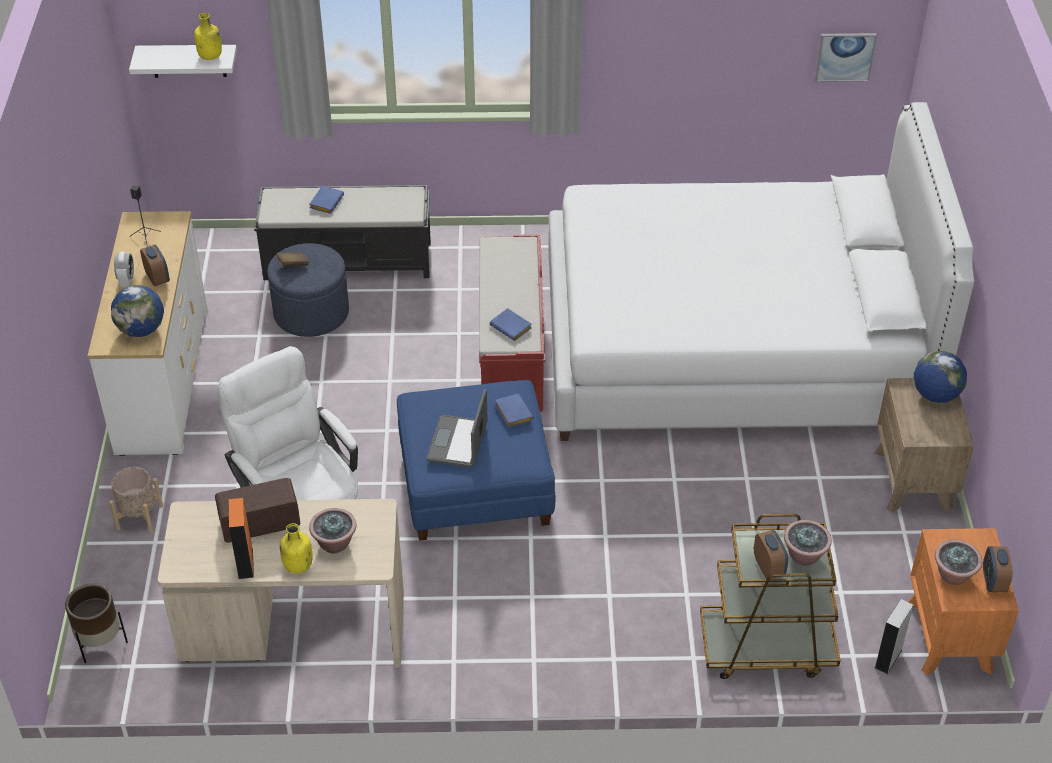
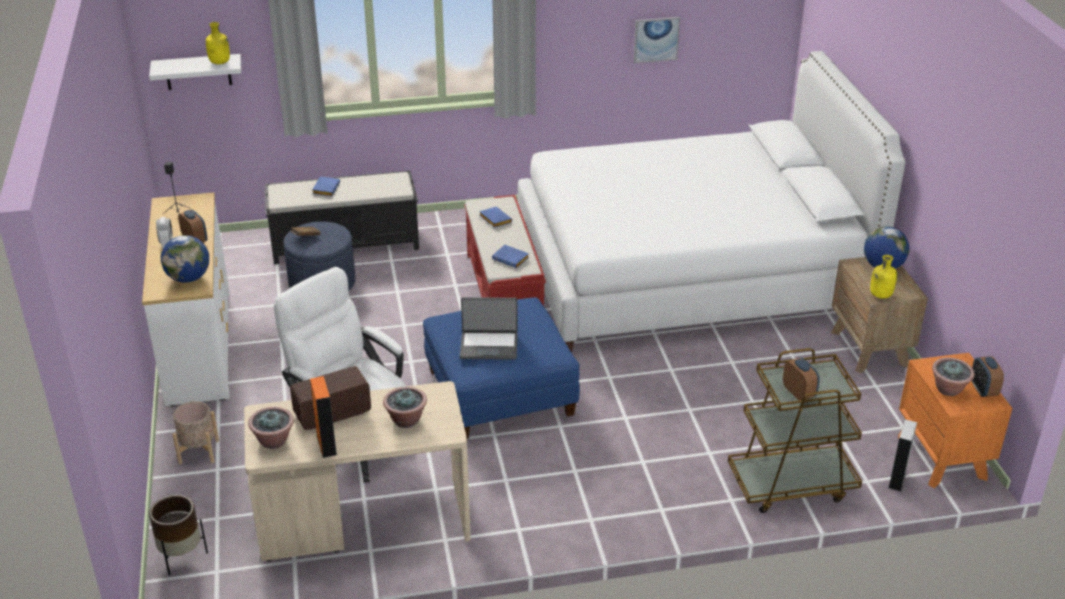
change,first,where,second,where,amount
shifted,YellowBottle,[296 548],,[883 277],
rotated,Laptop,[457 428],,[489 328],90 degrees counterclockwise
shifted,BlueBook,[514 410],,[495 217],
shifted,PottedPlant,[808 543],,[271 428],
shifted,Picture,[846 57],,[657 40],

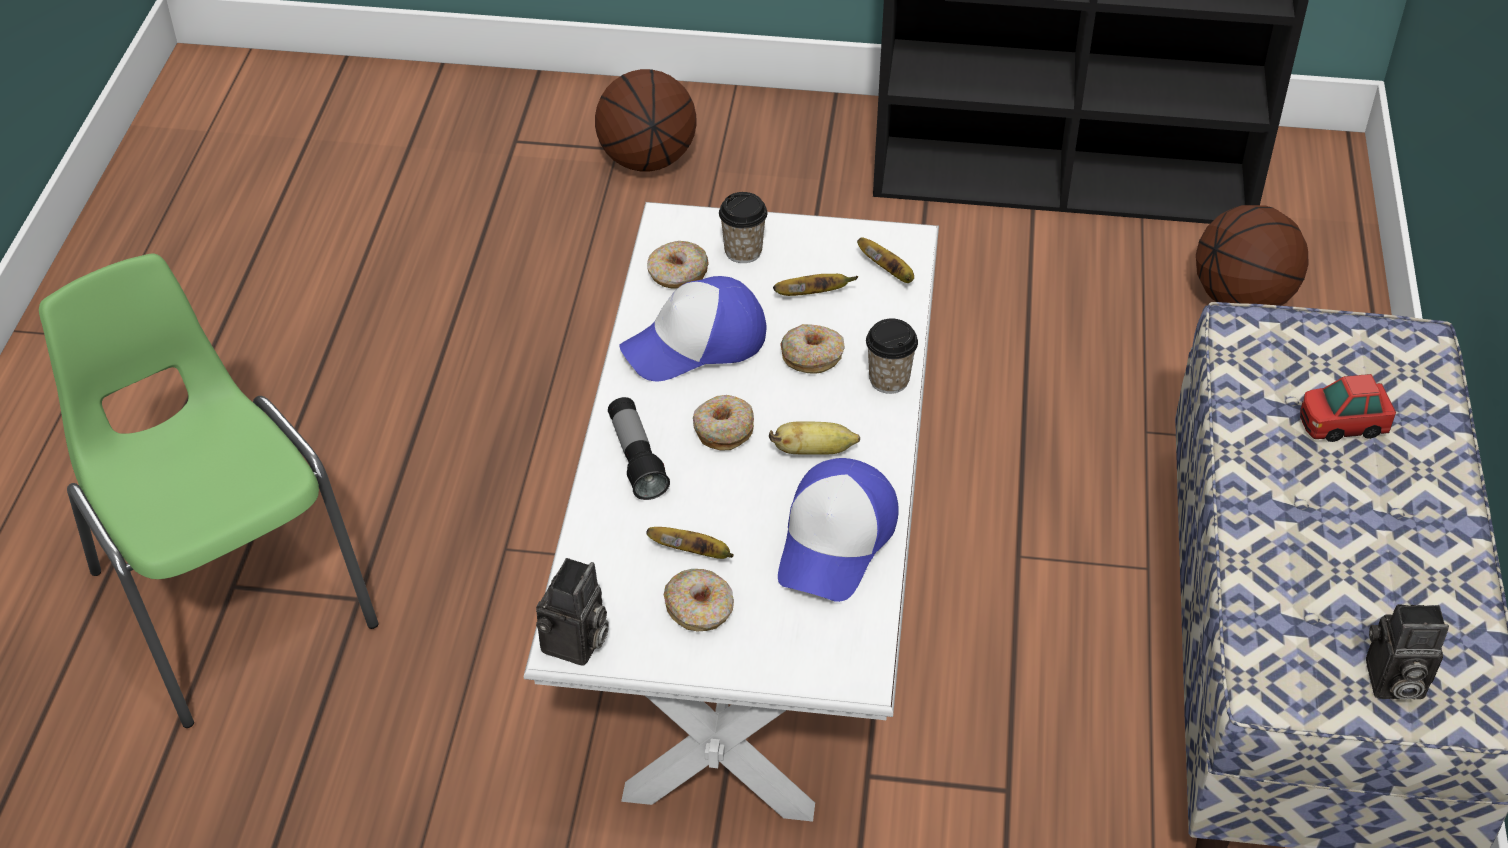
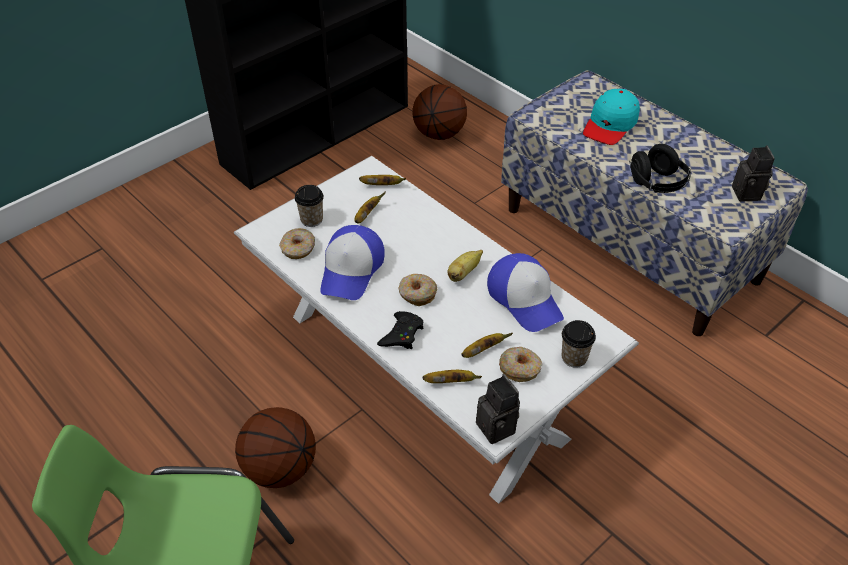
change,first,where,second,where,amount
shifted,Basketball,[645 120],,[275 447],
swapped,Flashlight,[639 448],BlackGameController,[400 330],
gone,Donut,[812 349],,,
shifted,Cup,[892 356],,[579 344],
swapped,ToyCar,[1348 408],TurquoiseCap,[611 117],
rotated,PhotoCamera,[1407 652],,[753 173],45 degrees counterclockwise
new,,,Banana,[452 376],
new,,,BlackHeadphones,[660 168],

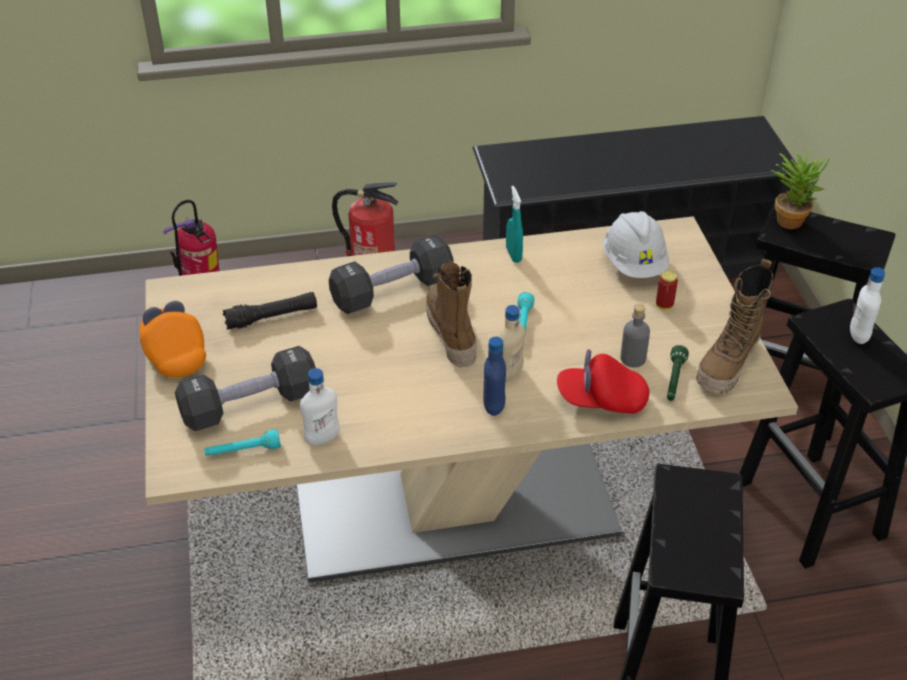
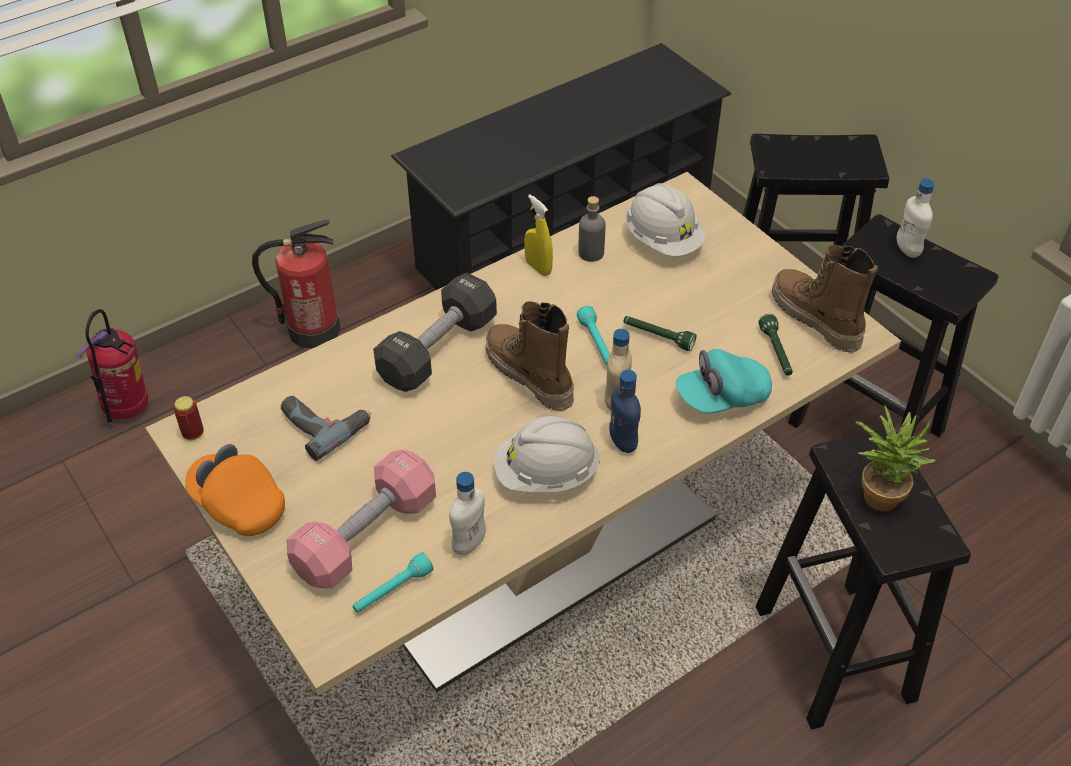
change,first,where,second,where,amount
repainted,BlackDumbbell,[245 388],PinkDumbbell,[361 518],
swapped,BlackFlashlight,[270 311],PowerDrill,[326 428],
repainted,TurquoiseSprayBottle,[514 224],YellowSprayBottle,[538 235],
repainted,RedCap,[603 381],TurquoiseCap,[724 381],
shifted,GreyBottle,[635 336],,[592 229],
shifted,Can,[667 290],,[189 418],
rotated,Boot,[734 326],,[825 298],135 degrees clockwise
shifted,PottedPlant,[800 189],,[895 458],
new,,,WhiteHardHat,[547 454],
new,,,GreenFlashlight,[660 333],

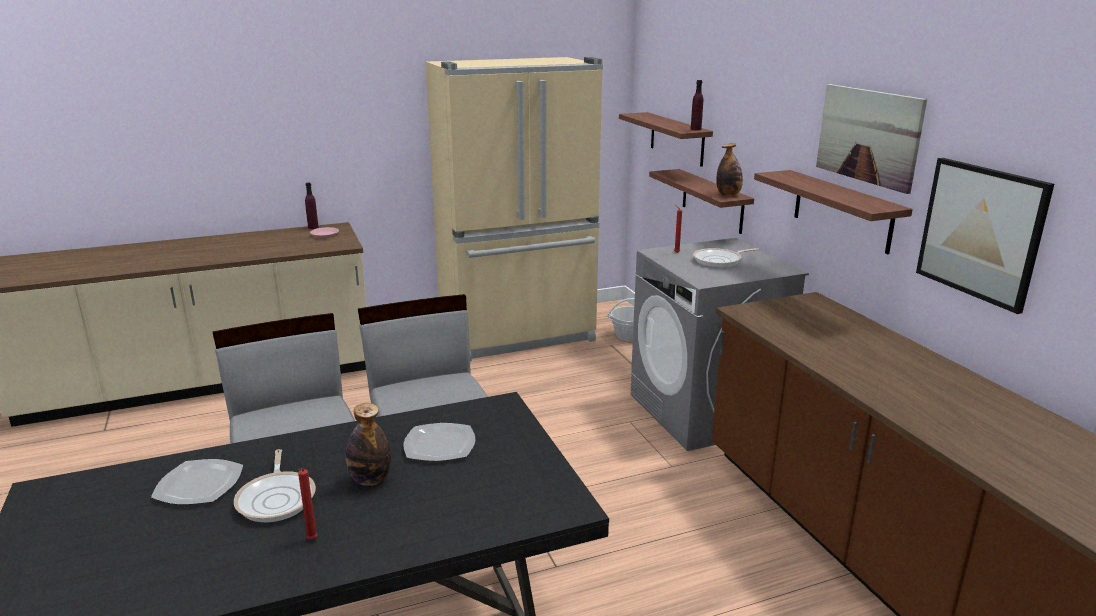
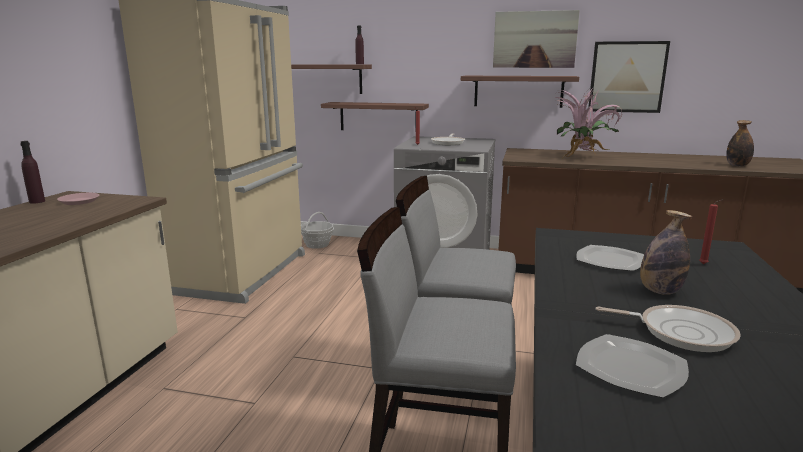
change,first,where,second,where,amount
shifted,RedCandle,[308 504],,[711 231],
shifted,Bottle,[729 169],,[740 143],
new,,,PottedPlant,[588 123],

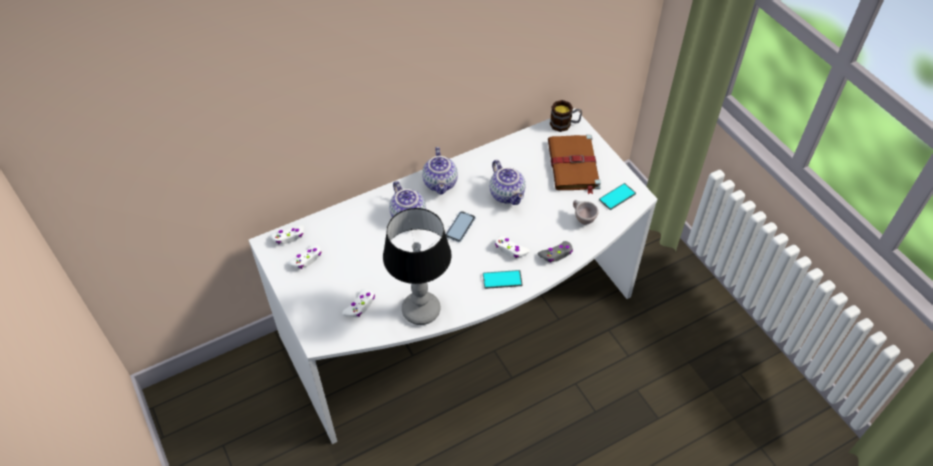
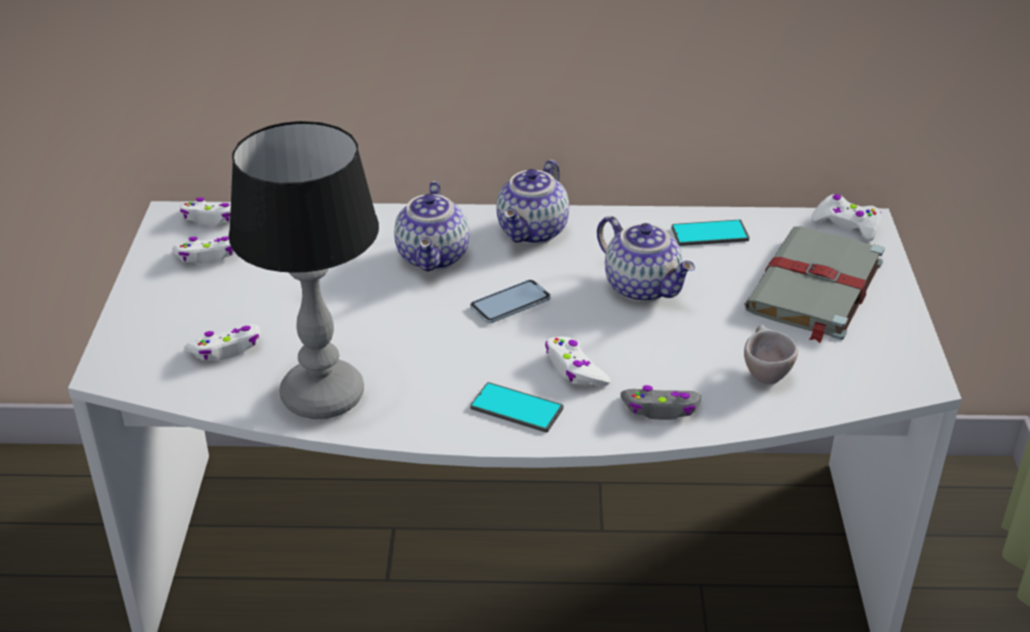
change,first,where,second,where,amount
rotated,Teapot,[508 182],,[646 259],45 degrees counterclockwise
repainted,BrownBook,[574 164],GreyBook,[814 284],
swapped,Mug,[566 116],WhiteGameController,[846 217],
shifted,Phone,[617 196],,[710 233],

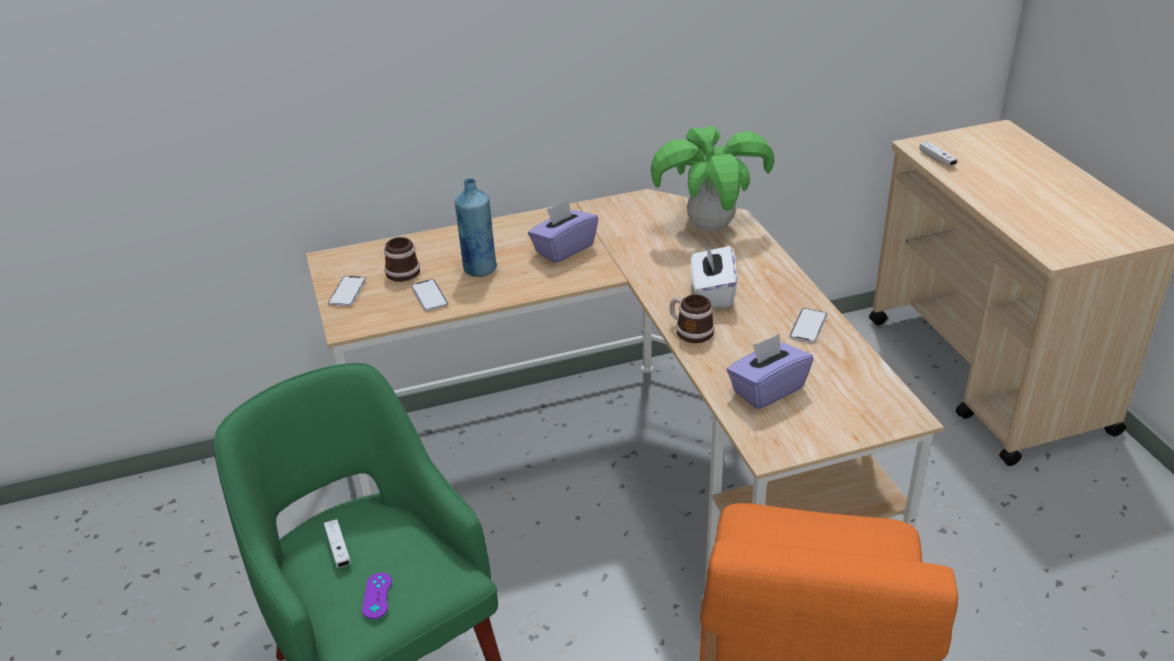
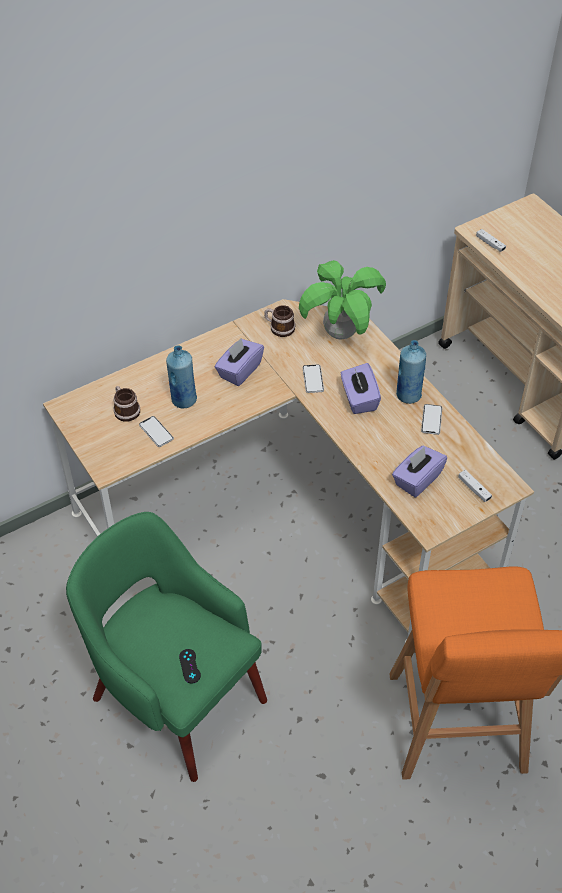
change,first,where,second,where,amount
shifted,WhiteGameController,[337 543],,[475 486],
shifted,Phone,[347 291],,[313 378],
repainted,PurpleGameController,[377 596],BlackGameController,[190 666],
shifted,Mug,[692 318],,[279 321],
repainted,WhiteTissueBox,[714 275],PurpleTissueBox,[361 388],
new,,,BlueBottle,[411 372],

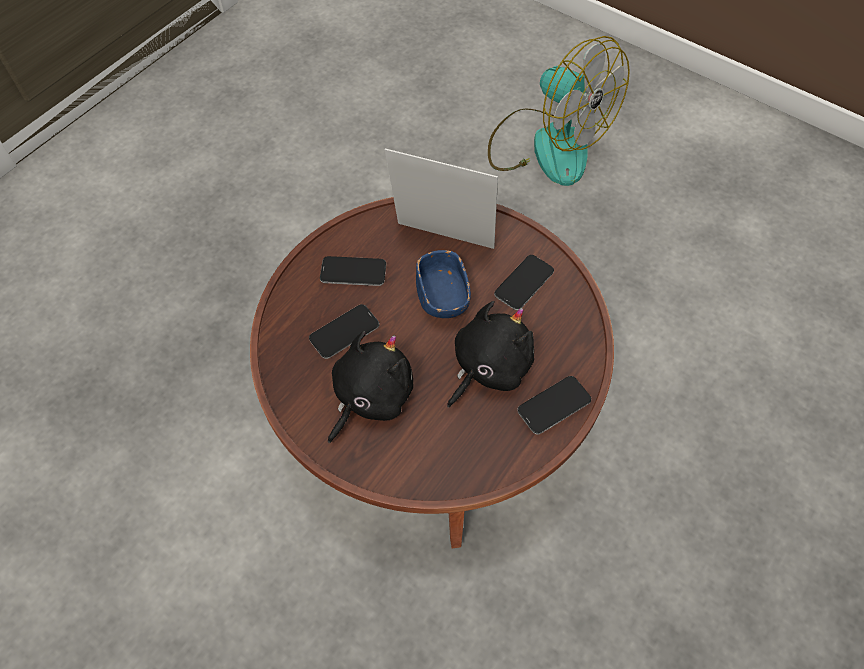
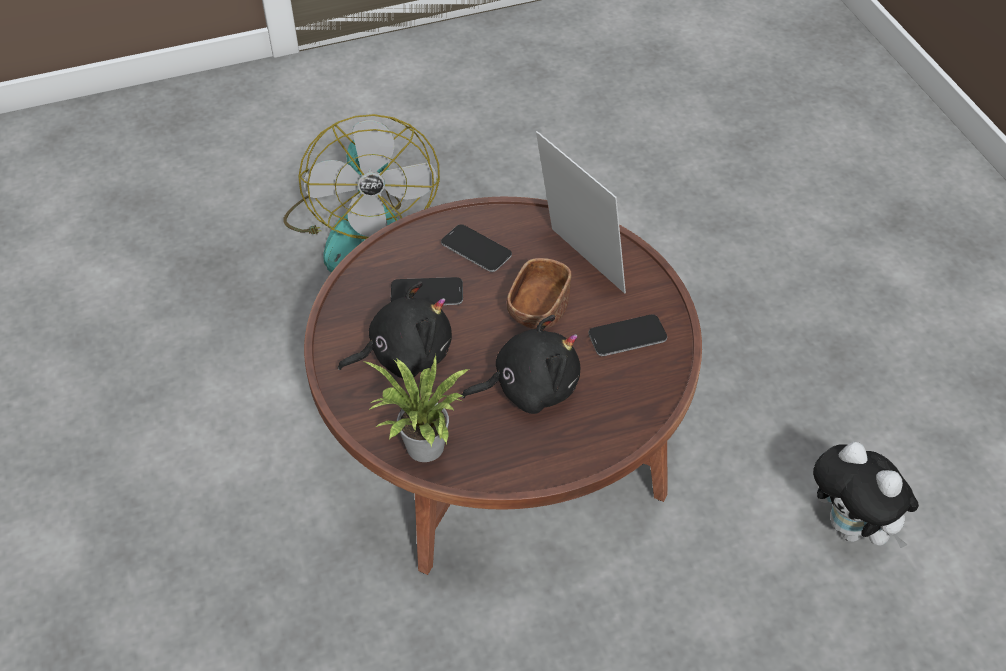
change,first,where,second,where,amount
repainted,BlueBowl,[443 284],BrownBowl,[539 293],
shifted,Fan,[559 111],,[361 193],
gone,Phone,[554 405],,,
new,,,PottedPlant,[417 408],
new,,,PlushToy,[866 495],

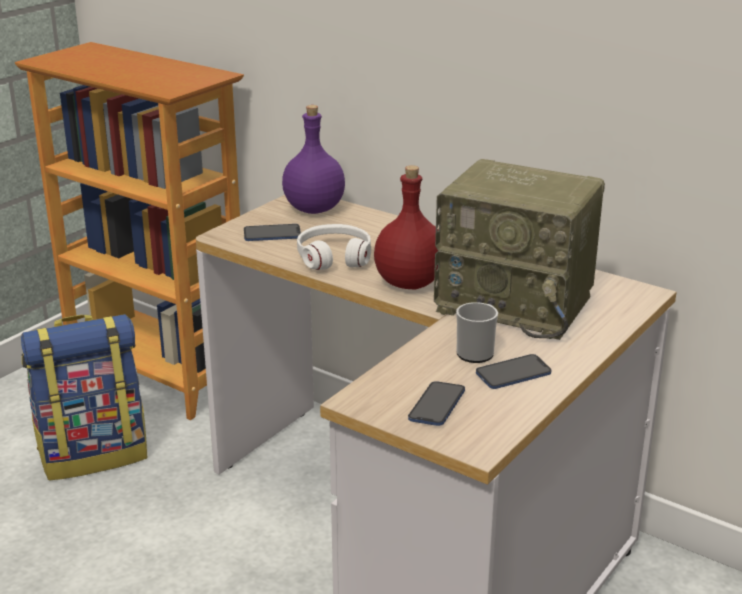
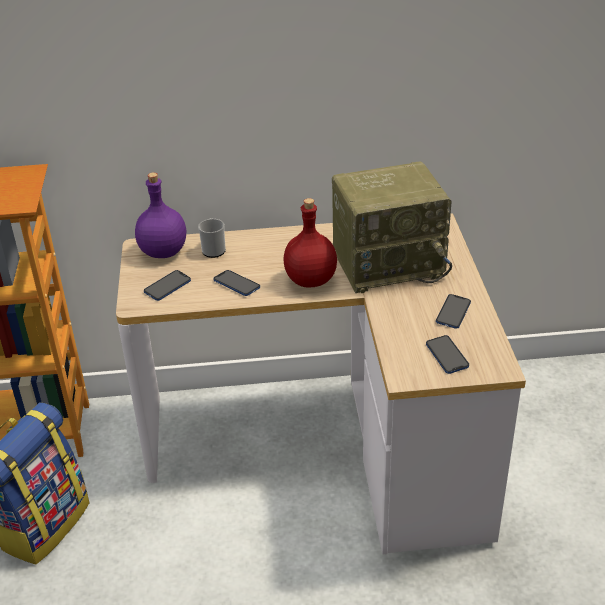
change,first,where,second,where,amount
swapped,WhiteHeadphones,[334 247],Phone,[237 283],
shifted,Mug,[477 332],,[212 238],

